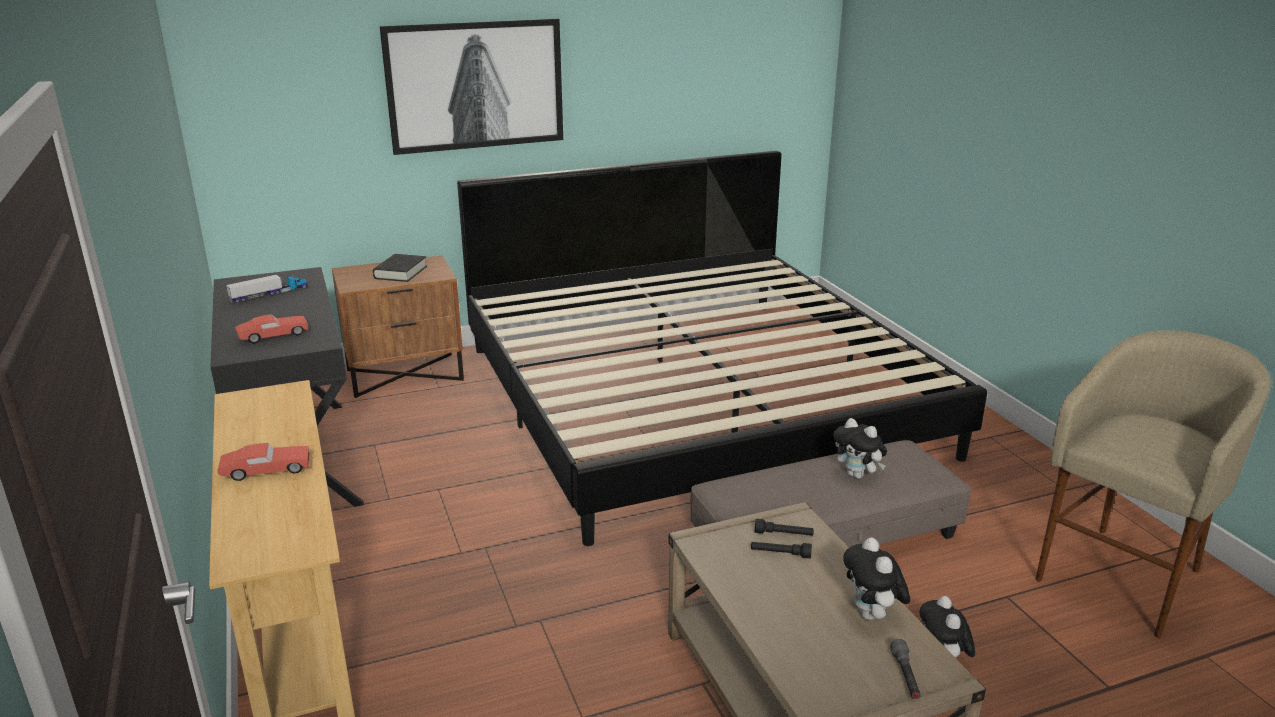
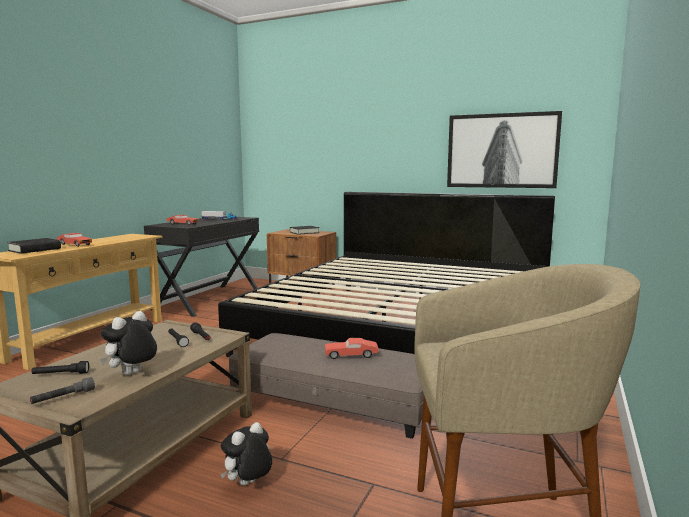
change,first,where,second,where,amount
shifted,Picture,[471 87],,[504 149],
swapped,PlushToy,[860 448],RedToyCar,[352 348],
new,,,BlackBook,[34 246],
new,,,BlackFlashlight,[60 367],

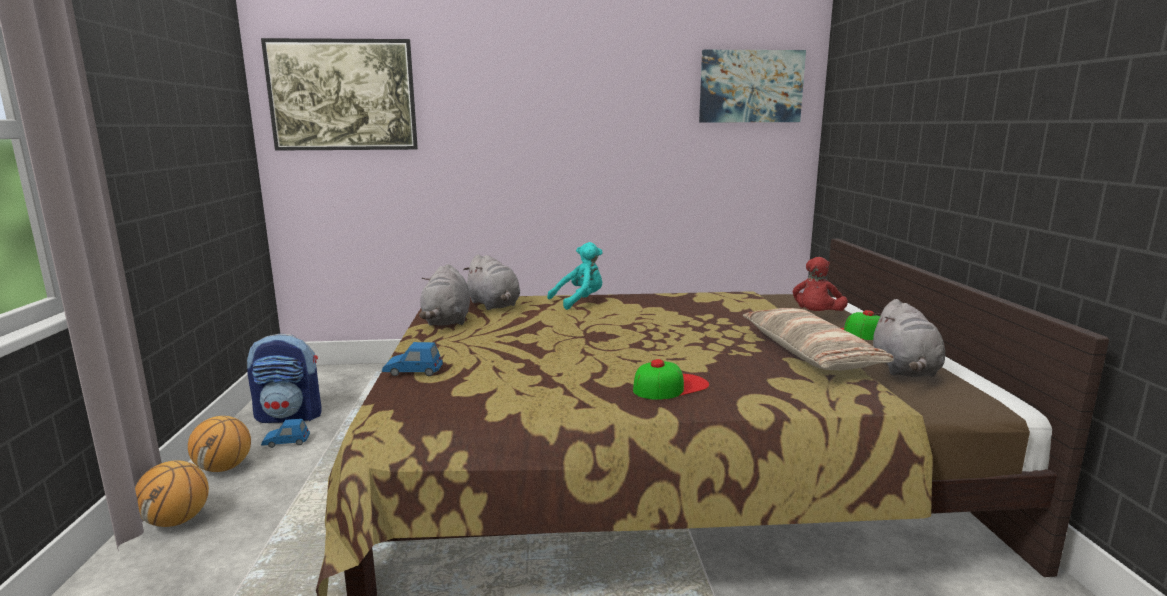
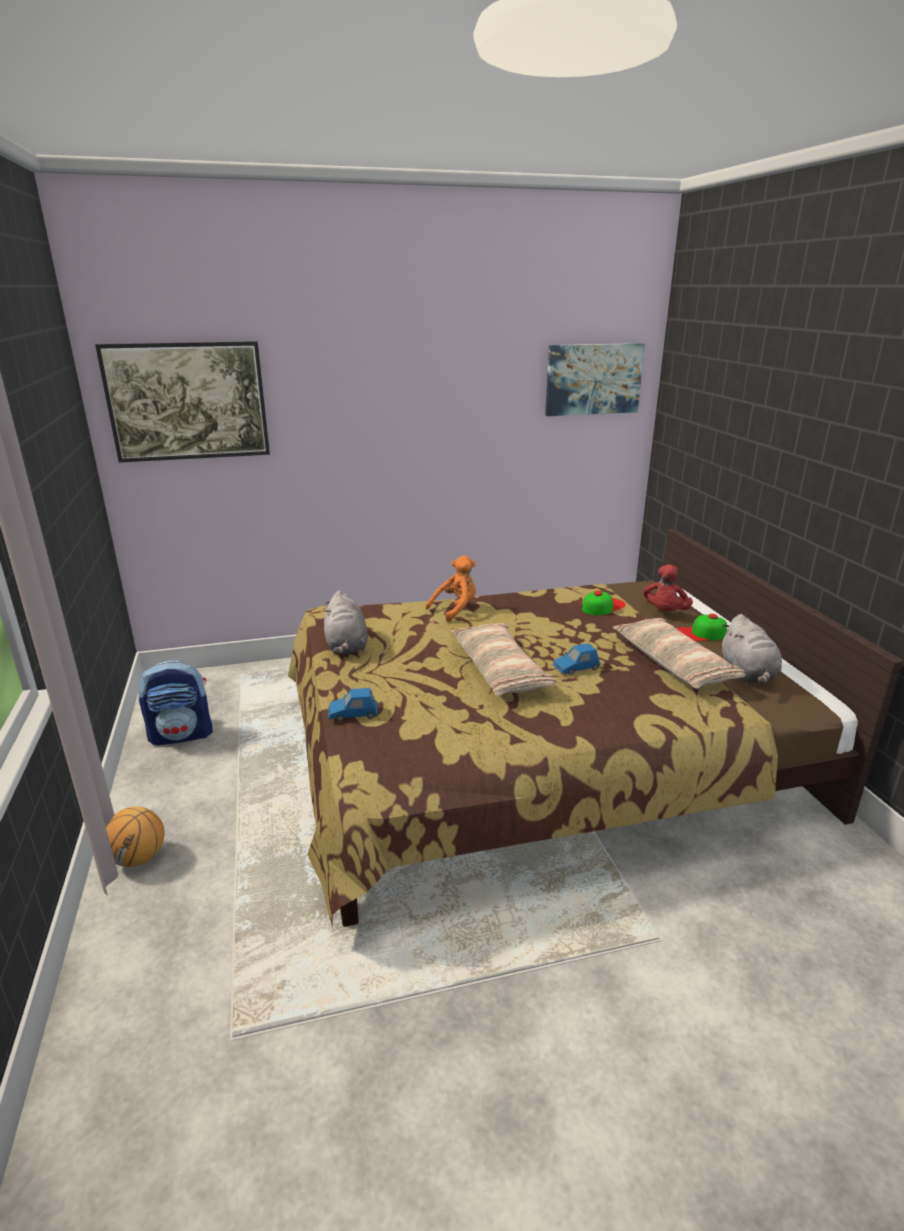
change,first,where,second,where,amount
gone,Basketball,[219 444],,,
shifted,BlueToyCar,[285 433],,[576 659],
gone,GreyPlushToy,[491 282],,,
repainted,TurquoisePlushToy,[575 276],OrangePlushToy,[450 589],
shifted,Cap,[671 379],,[604 603],
new,,,Pillow,[503 659],

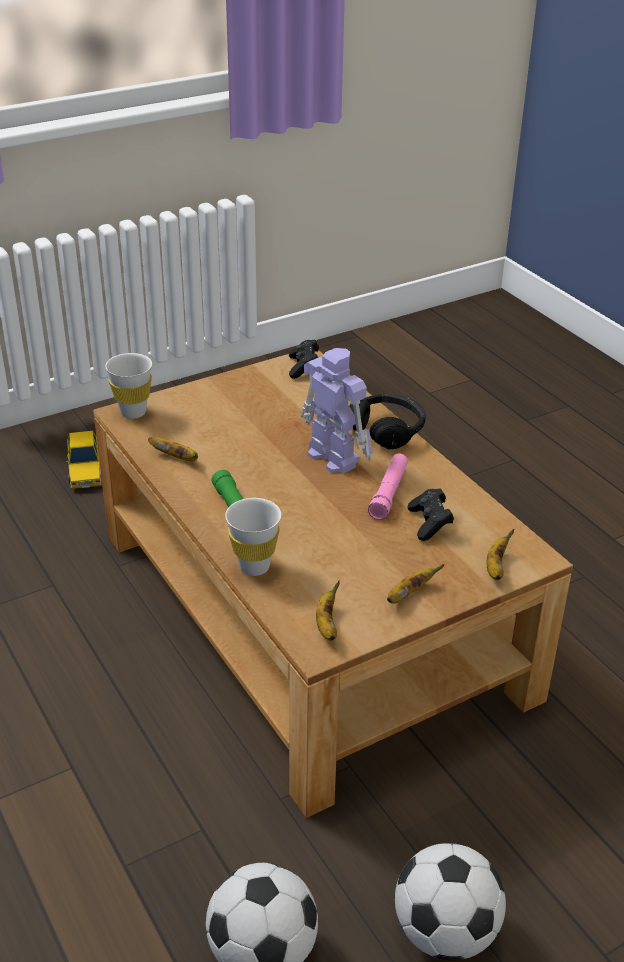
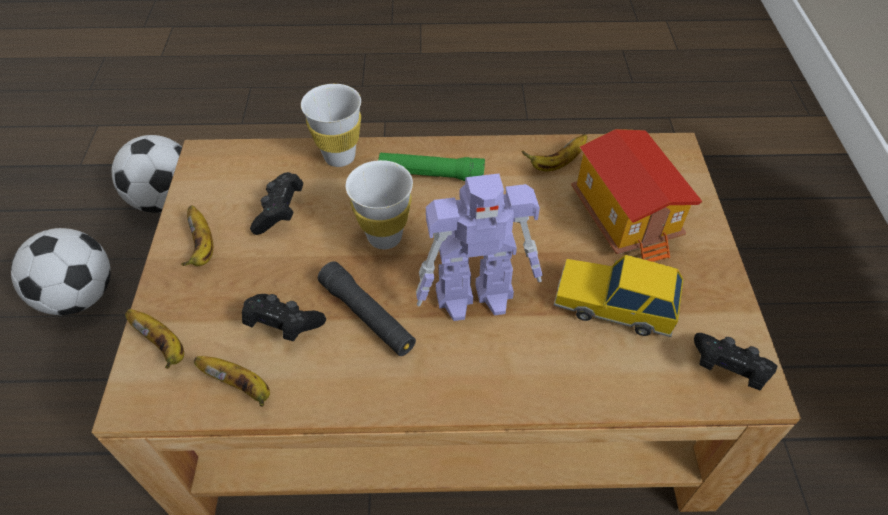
change,first,where,second,where,amount
shifted,ToyCar,[84 460],,[618 295],
shifted,WhiteCup,[128 386],,[379 204],
shifted,Banana,[328 610],,[232 381],
gone,BlackHeadphones,[387 421],,,
repainted,PinkFlashlight,[388 486],BlackFlashlight,[367 308],
new,,,BlackGameController,[276 203],
new,,,ToyHouse,[636 195],

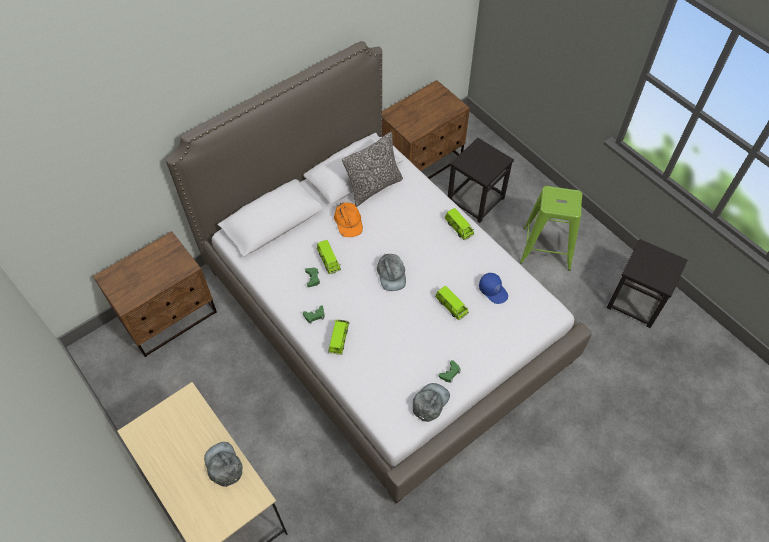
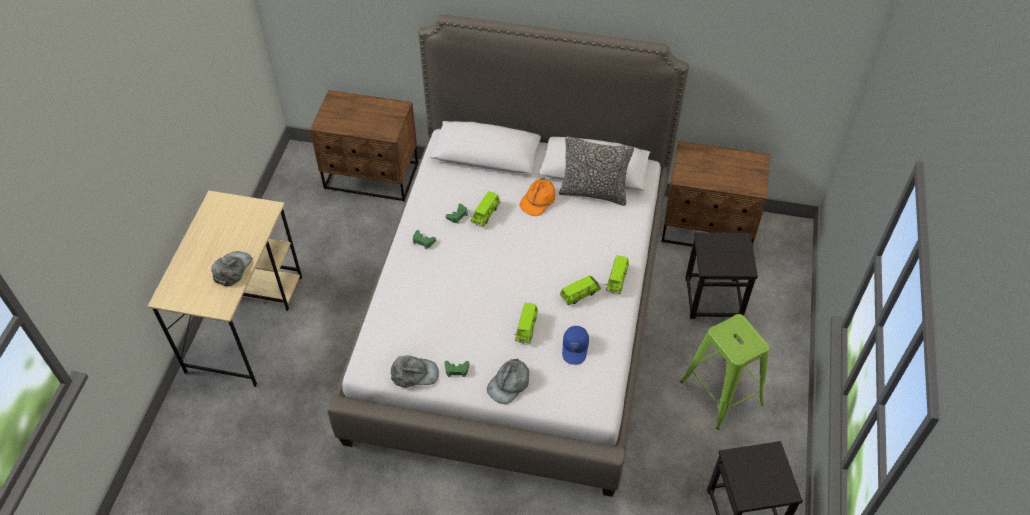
change,first,where,second,where,amount
shifted,GreenToyCar,[338 337],,[580 290],
shifted,GreyCap,[391 272],,[508 381],

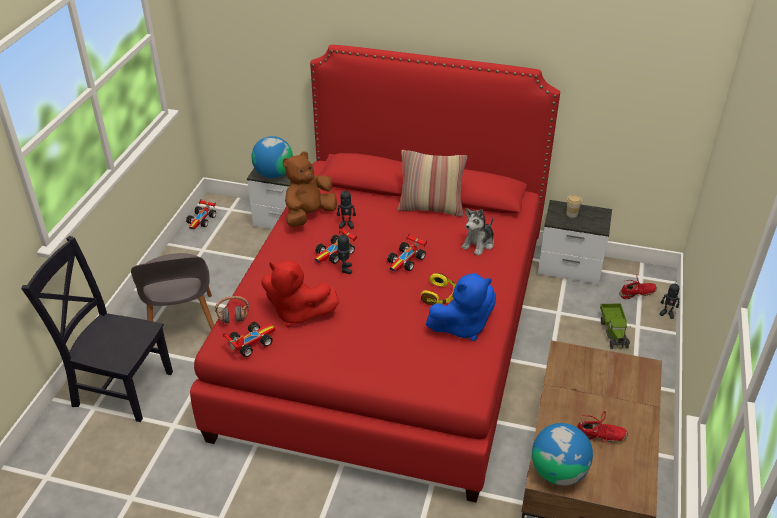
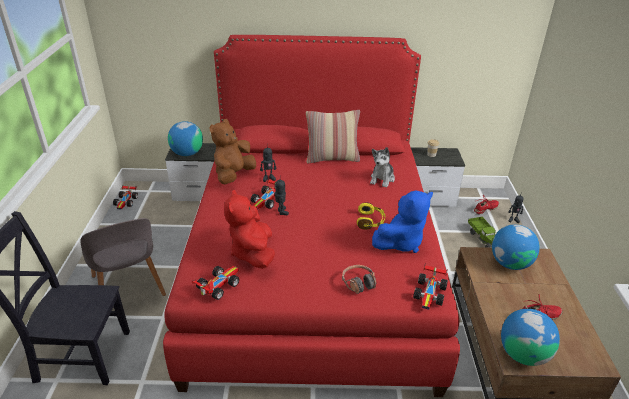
change,first,where,second,where,amount
shifted,Headphones,[232 310],,[359 279],
rotated,RedPlushToy,[300 294],,[249 229],75 degrees clockwise
shifted,ToyCar,[407 253],,[430 287],
new,,,Globe,[516 247],

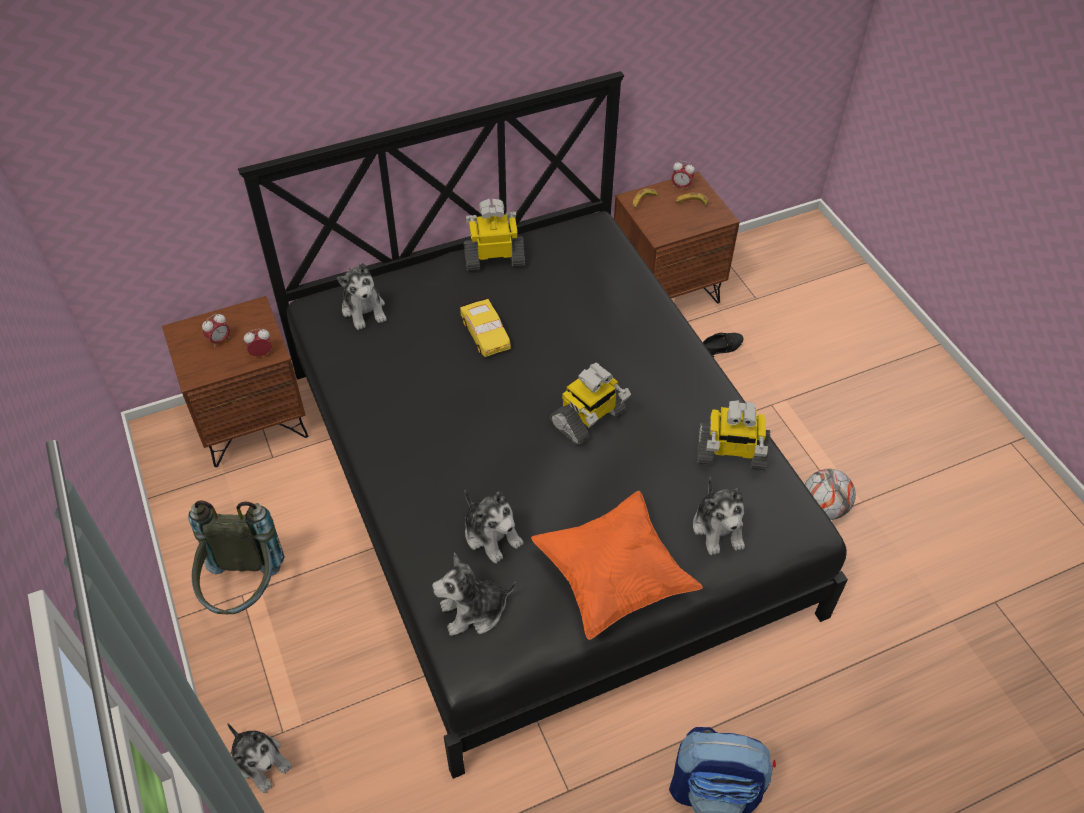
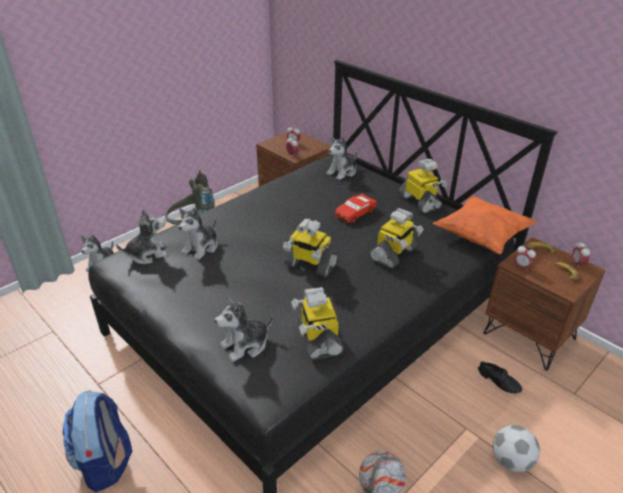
change,first,where,second,where,amount
rotated,PlushToy,[474 594],,[142 236],105 degrees clockwise
repainted,YellowToyCar,[485 327],RedToyCar,[356 208],
shifted,OrangePillow,[617 565],,[485 225],
new,,,ToyRobot,[396 238],
new,,,Football,[516 448],
new,,,AlarmClock,[525 257],

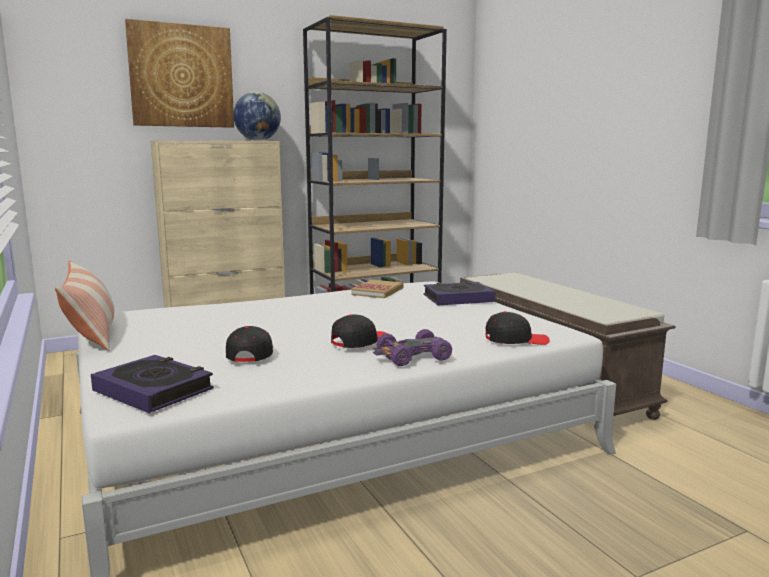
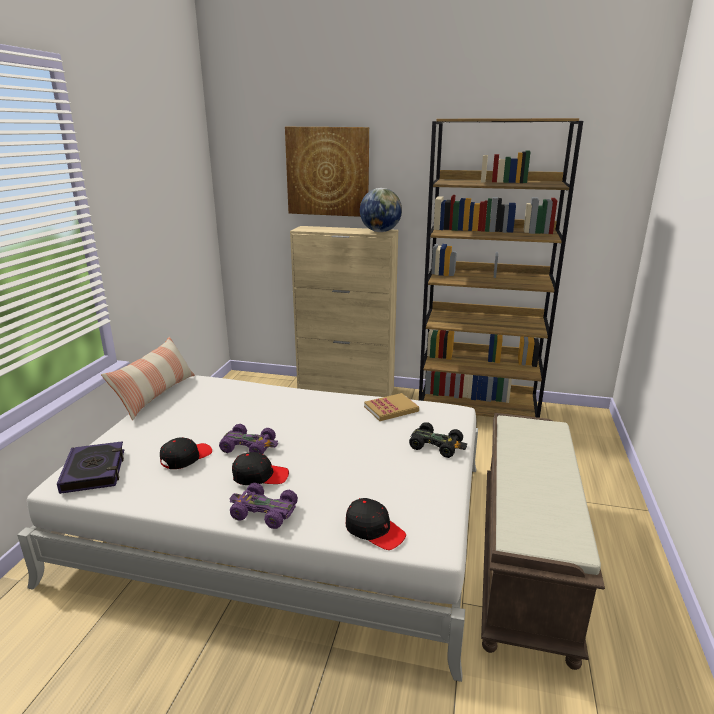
change,first,where,second,where,amount
swapped,Book,[460 293],BlackToyCar,[438 440],
new,,,PurpleToyCar,[248 439],

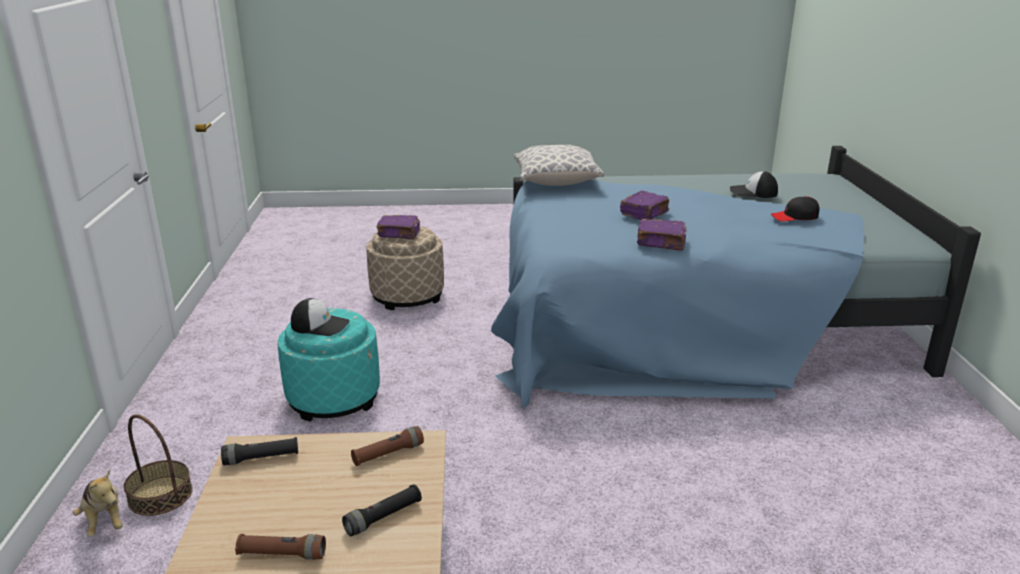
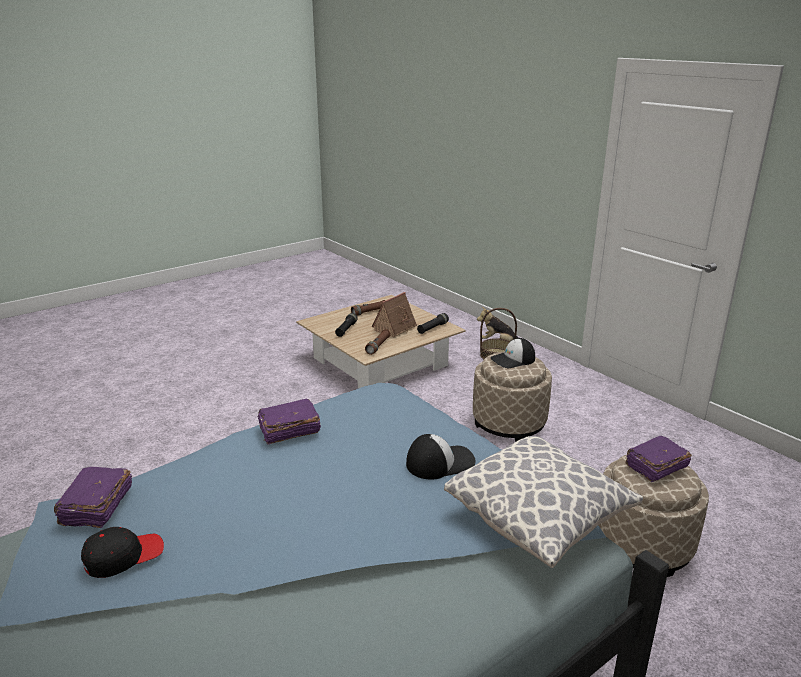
change,first,where,second,where,amount
repainted,TurquoiseOttoman,[329 365],BeigeOttoman,[512 397],
shifted,PurpleBook,[644 205],,[93 497],
shifted,Cap,[754 184],,[441 456],
new,,,ToyHouse,[395 314],

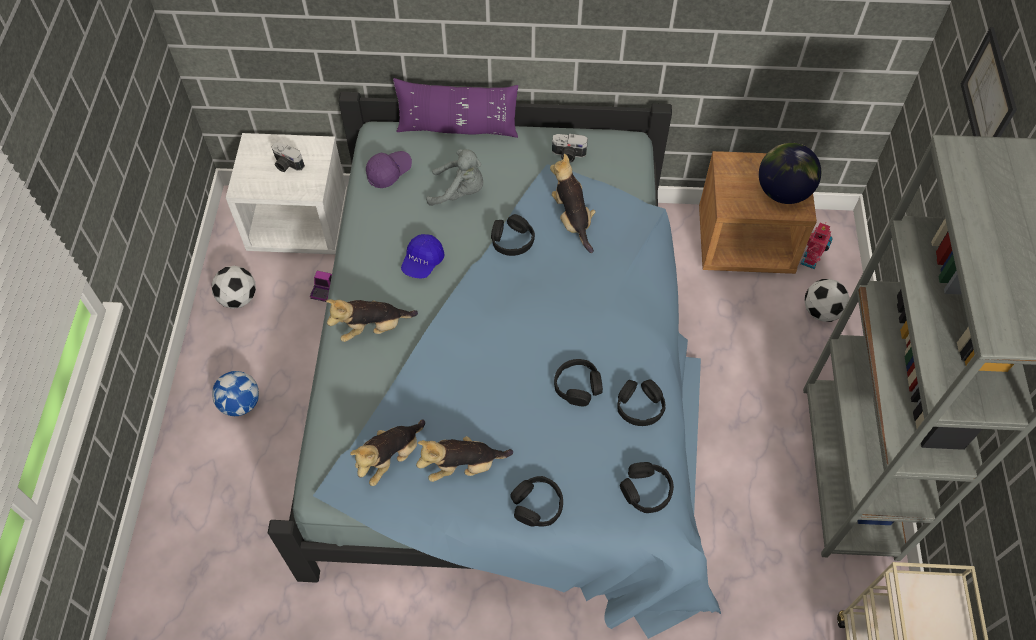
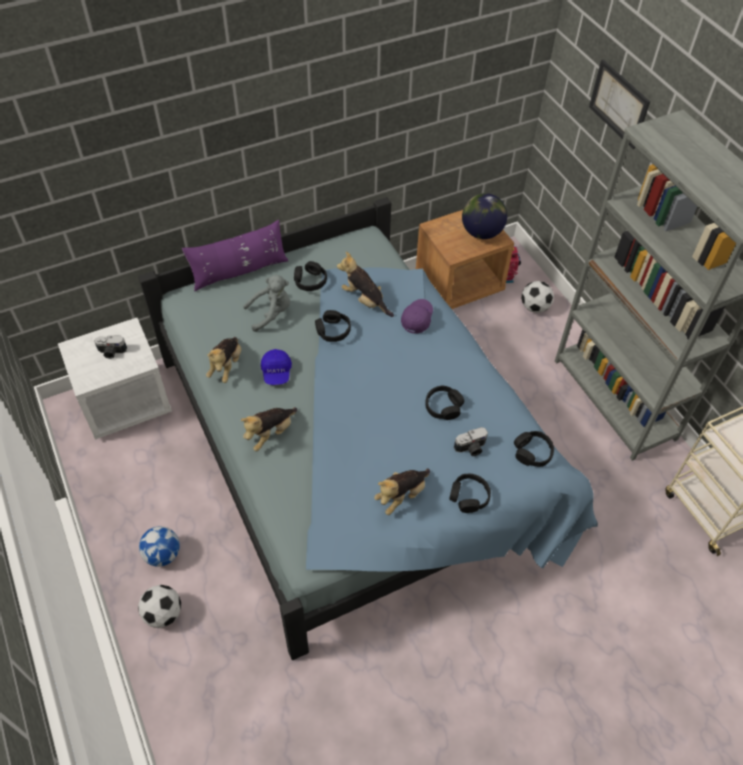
change,first,where,second,where,amount
shifted,Football,[233 287],,[159 606],
gone,ToyTruck,[321 286],,,
shifted,PlushToy,[387 452],,[223 360],
shifted,PurpleCap,[389 169],,[417 316],
shifted,PhotoCamera,[570 148],,[471 441],
shifted,BlackHeadphones,[641 402],,[310 276],

